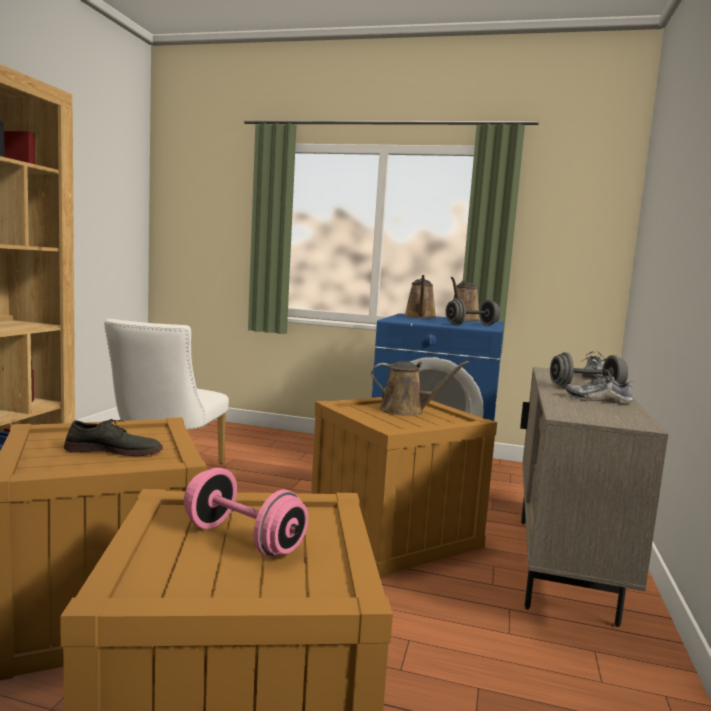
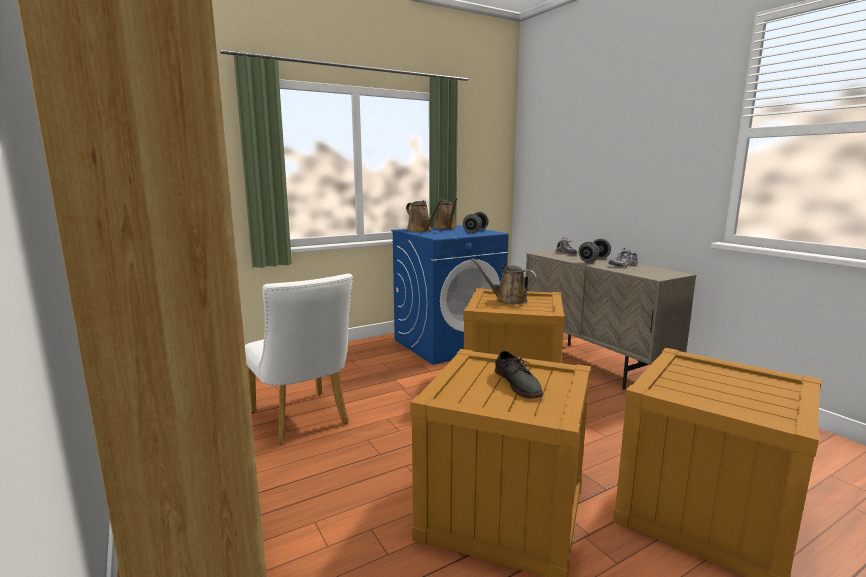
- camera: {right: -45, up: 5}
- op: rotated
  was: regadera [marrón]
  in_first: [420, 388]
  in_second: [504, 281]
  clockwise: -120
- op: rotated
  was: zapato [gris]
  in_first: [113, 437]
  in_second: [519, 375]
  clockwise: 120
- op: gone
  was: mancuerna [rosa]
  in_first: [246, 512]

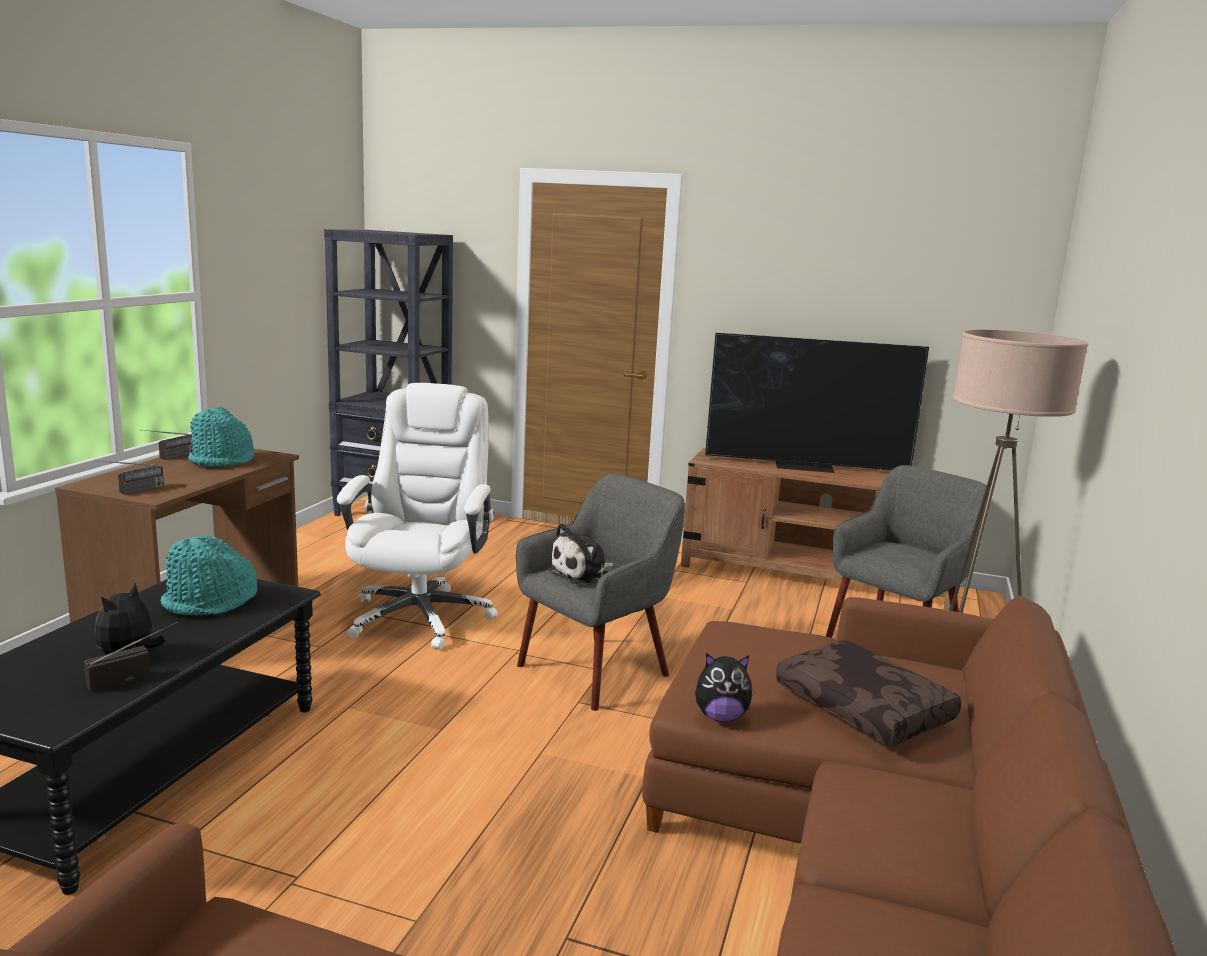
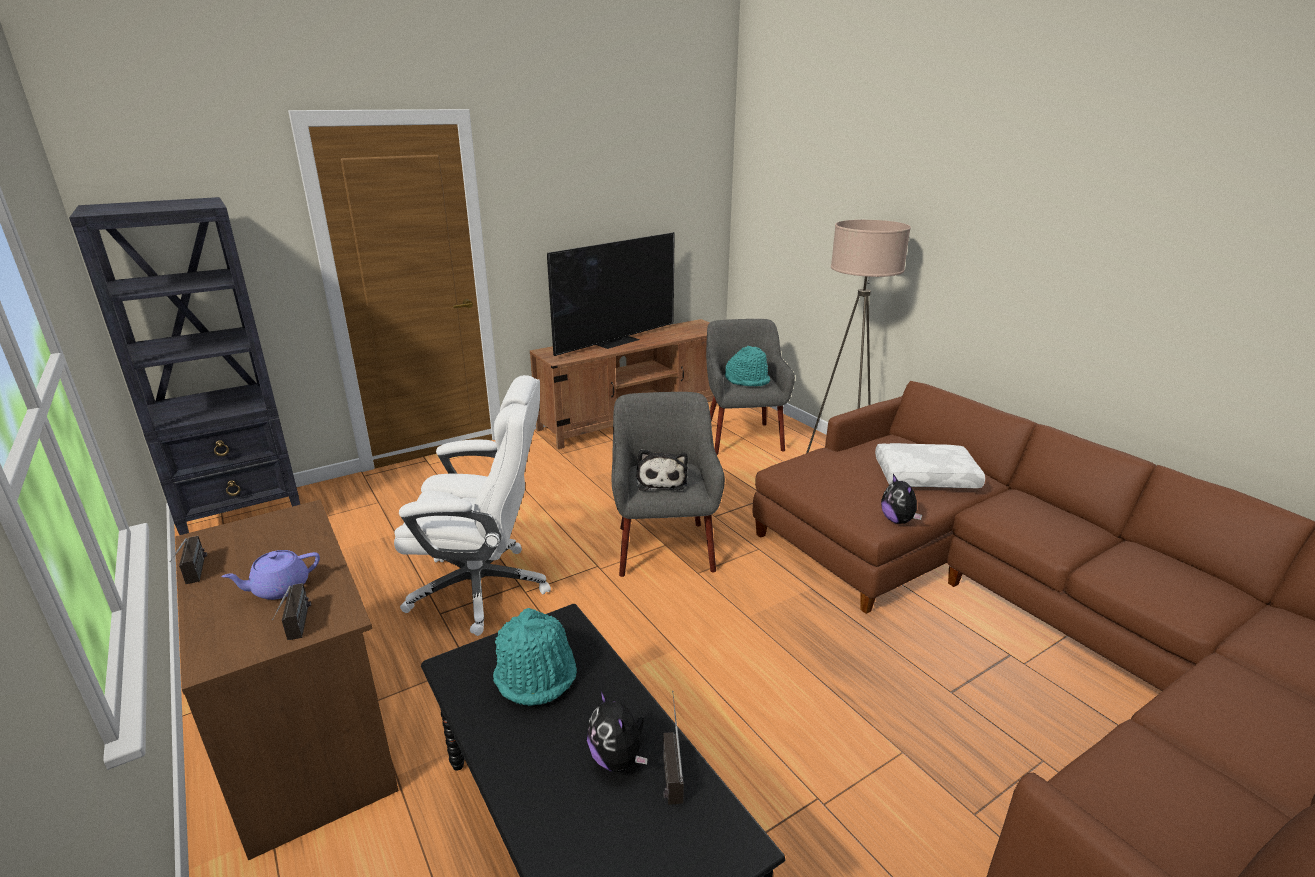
- camera: {right: -50, up: 10}
- op: rotated
  was: silla de oficina [blanco]
  in_first: [417, 516]
  in_second: [472, 505]
  clockwise: 135
- op: shifted
  was: sombrero [turquesa]
  in_first: [221, 437]
  in_second: [747, 366]
- op: repainted
  was: cojín [marrón]
  now: cojín [blanco]
  in_first: [868, 693]
  in_second: [930, 465]
- op: rotated
  was: peluche
  in_first: [724, 687]
  in_second: [901, 499]
  clockwise: 120
- op: new
  now: tetera [morado]
  in_second: [270, 575]

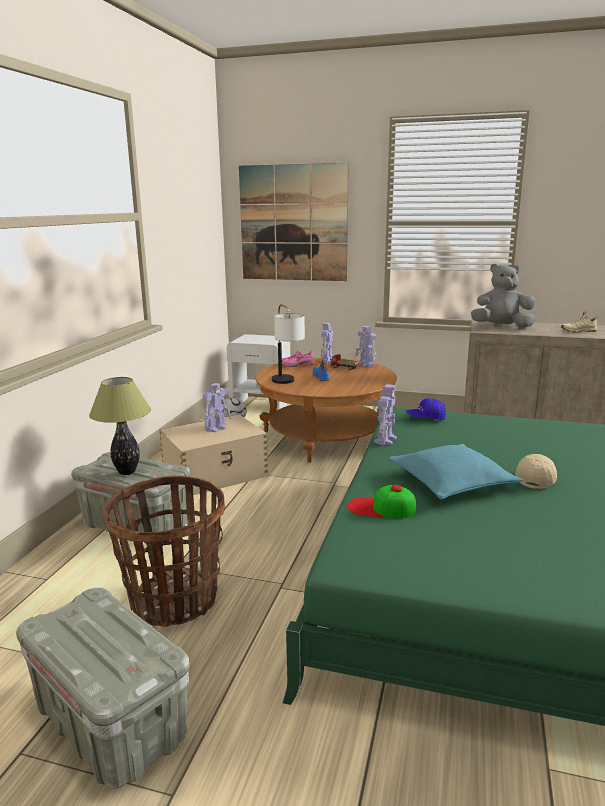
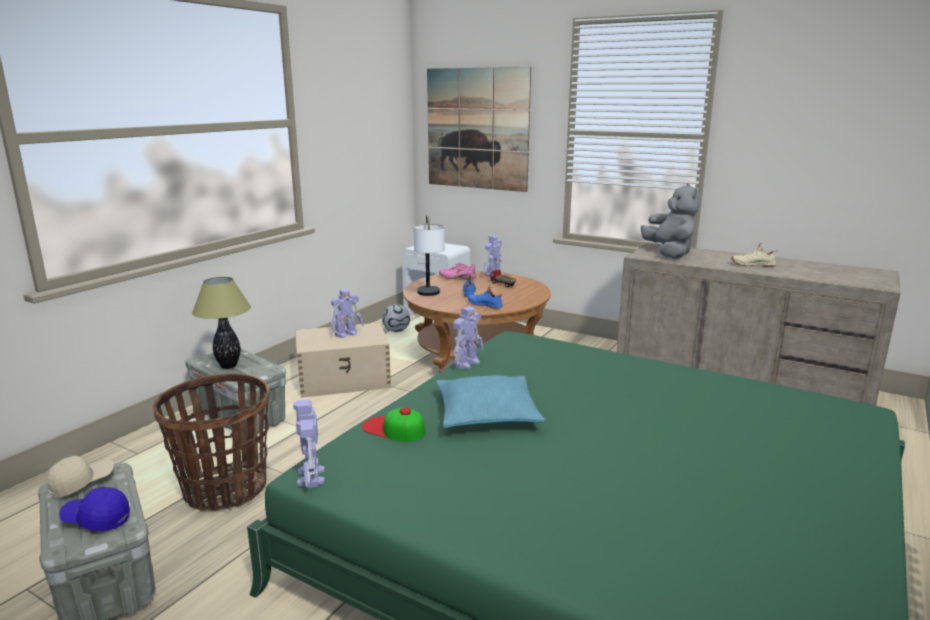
- camera: {right: 15, up: 0}
- op: rotated
  was: peluche [gris]
  in_first: [503, 296]
  in_second: [670, 220]
  clockwise: 60
- op: shifted
  was: robot de juguete
  in_first: [365, 346]
  in_second: [309, 443]
- op: shifted
  was: gorra [azul]
  in_first: [425, 409]
  in_second: [95, 509]
- op: shifted
  was: gorra [beis]
  in_first: [536, 471]
  in_second: [80, 476]
- op: new
  now: zapato [azul]
  in_second: [485, 297]

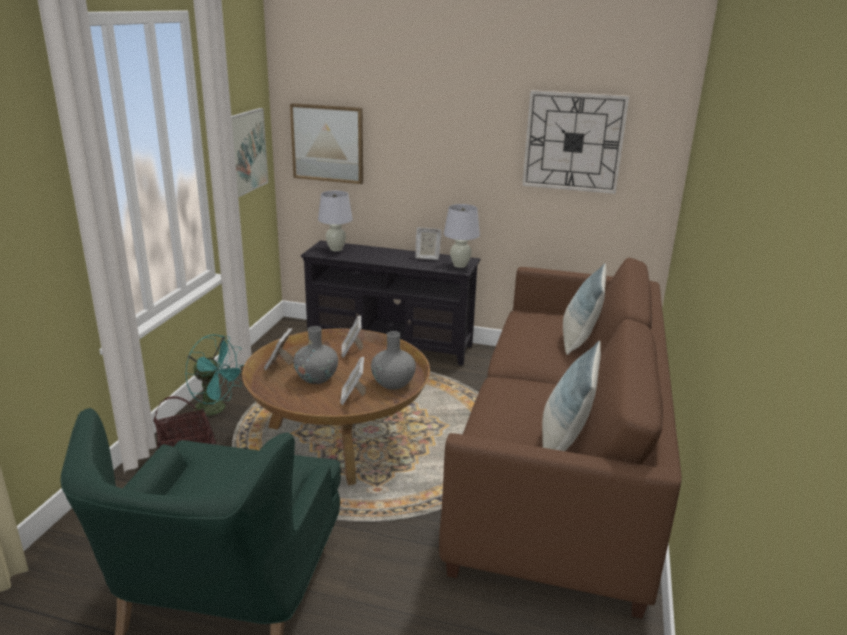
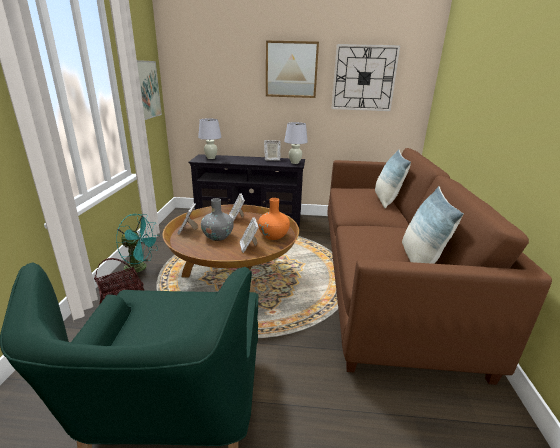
- camera: {right: -10, up: 0}
- op: shifted
  was: cuadro
  in_first: [326, 143]
  in_second: [292, 69]
- op: repainted
  was: florero [gris]
  now: florero [naranja]
  in_first: [393, 360]
  in_second: [274, 219]

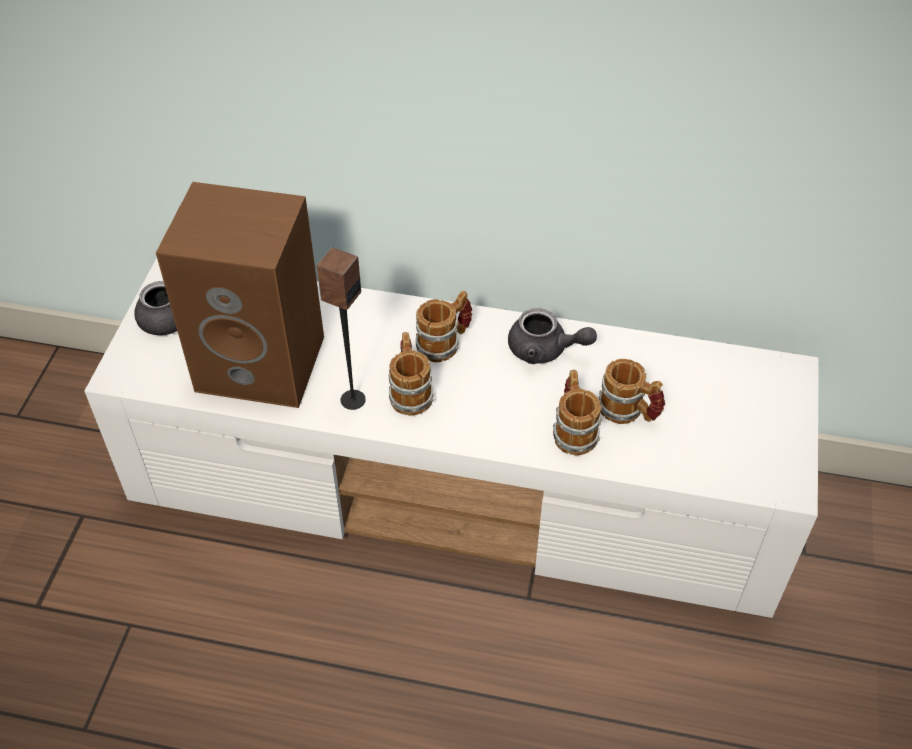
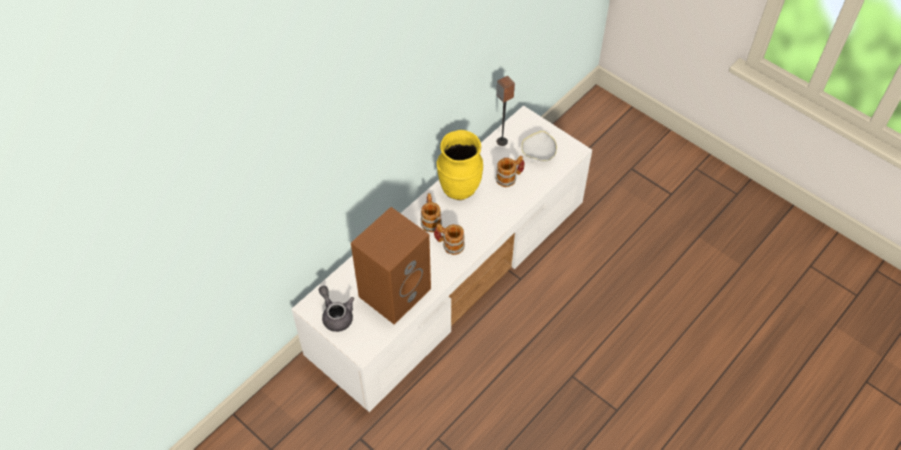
- camera: {right: -60, up: 5}
- op: shifted
  was: altavoz
  in_first: [341, 328]
  in_second: [505, 111]
- op: swapped
  was: tetera [gris]
  now: florero [amarillo]
  in_first: [552, 336]
  in_second: [460, 165]
- op: gone
  was: taza grande
  in_first: [577, 412]
- op: new
  now: cuenco [blanco]
  in_second: [539, 147]

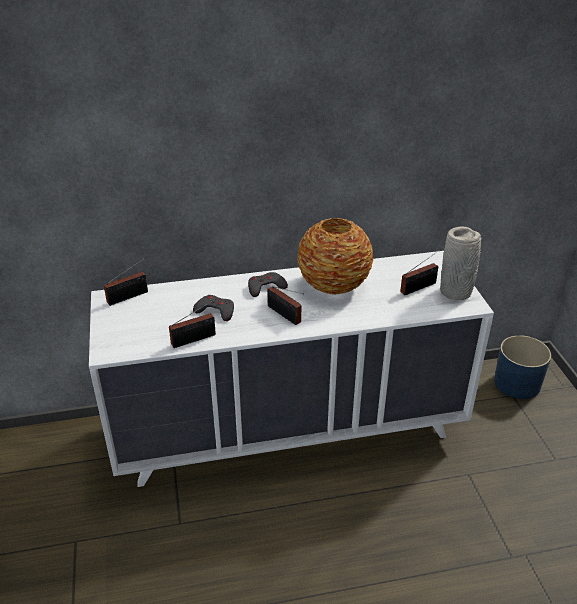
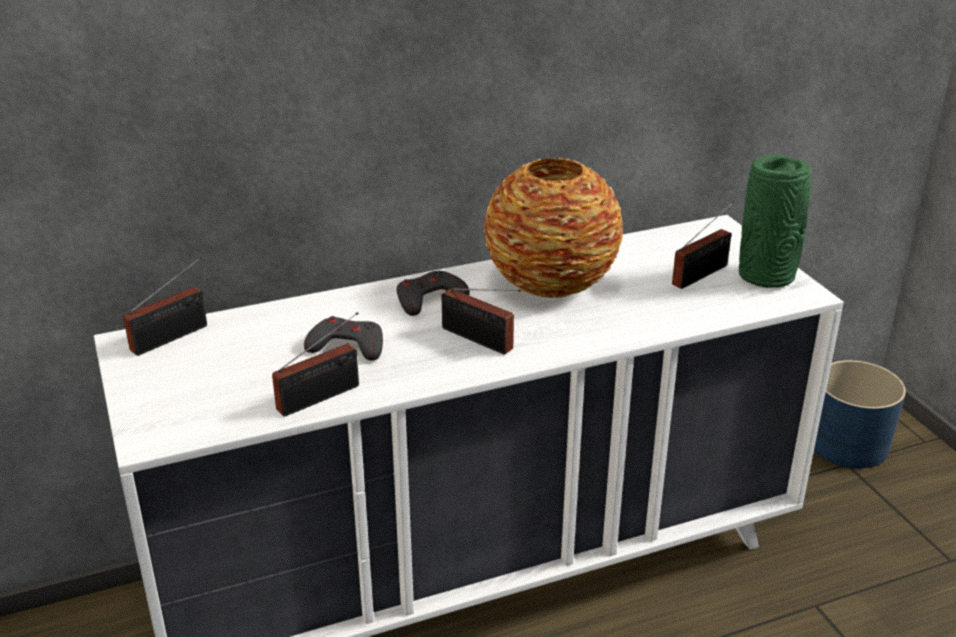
- camera: {right: -10, up: -5}
- op: repainted
  was: florero [gris]
  now: florero [verde]
  in_first: [460, 263]
  in_second: [775, 221]

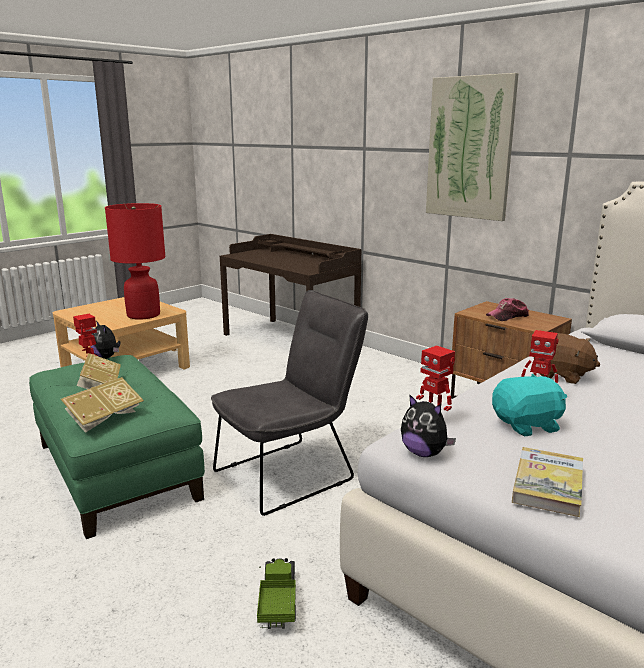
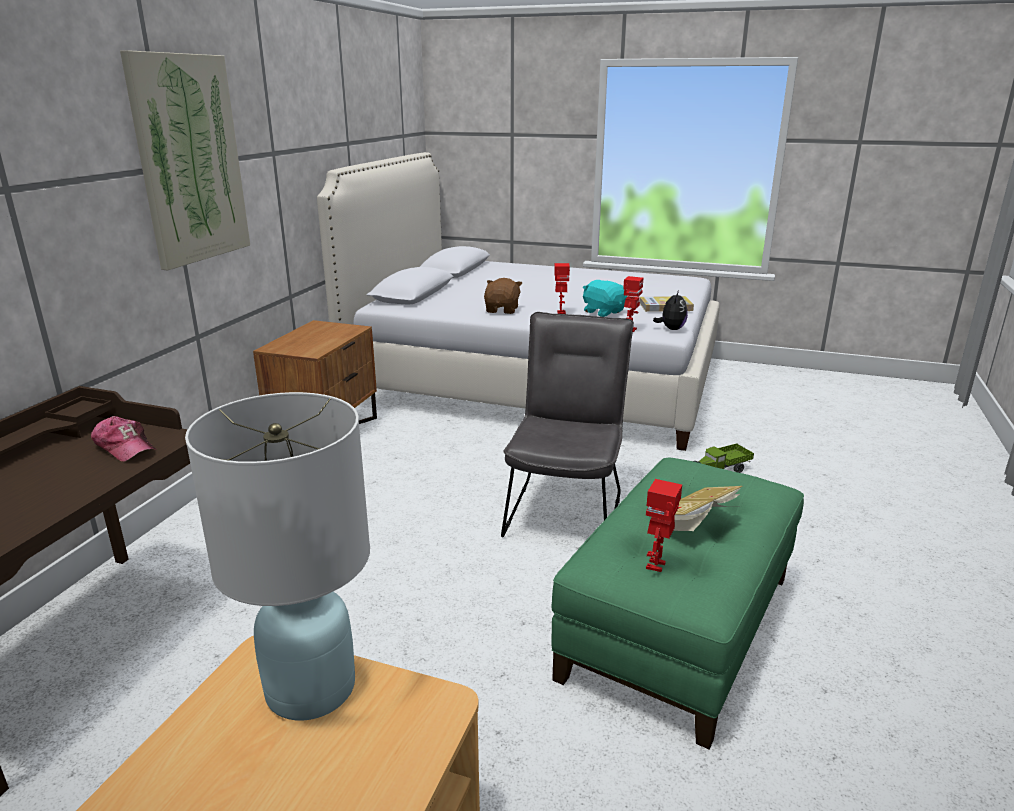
- camera: {right: -115, up: 5}
- op: repainted
  was: lámpara de mesa [rojo]
  now: lámpara de mesa [blanco]
  in_first: [135, 261]
  in_second: [277, 556]
- op: rotated
  was: silla [gris]
  in_first: [289, 403]
  in_second: [567, 424]
  clockwise: 75
- op: shifted
  was: gorra
  in_first: [507, 309]
  in_second: [124, 439]
- op: gone
  was: peluche
  in_first: [106, 340]
- op: gone
  was: libro
  in_first: [102, 405]

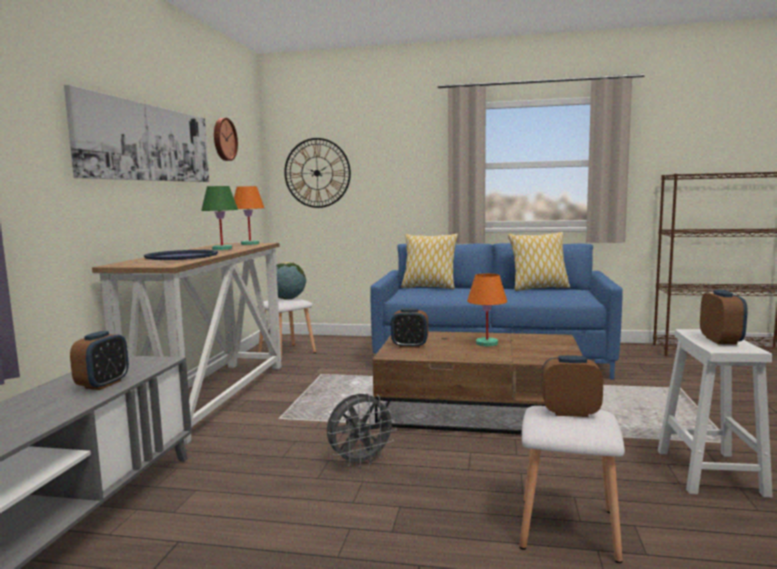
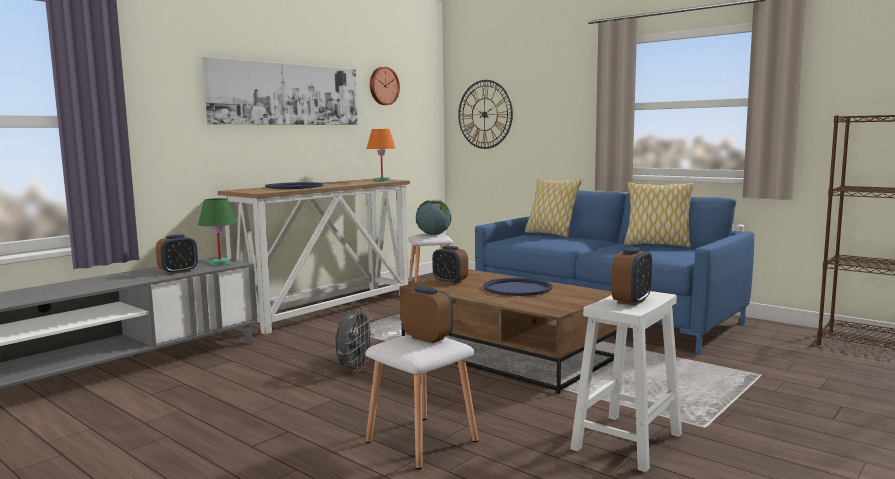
- camera: {right: 30, up: 0}
- op: shifted
  was: lámpara de mesa [verde]
  in_first: [219, 218]
  in_second: [217, 231]
- op: swapped
  was: lámpara de mesa [naranja]
  now: bandeja [azul]
  in_first: [487, 310]
  in_second: [518, 287]
- op: rotated
  was: ventilador [gris]
  in_first: [362, 430]
  in_second: [355, 339]
  clockwise: -75

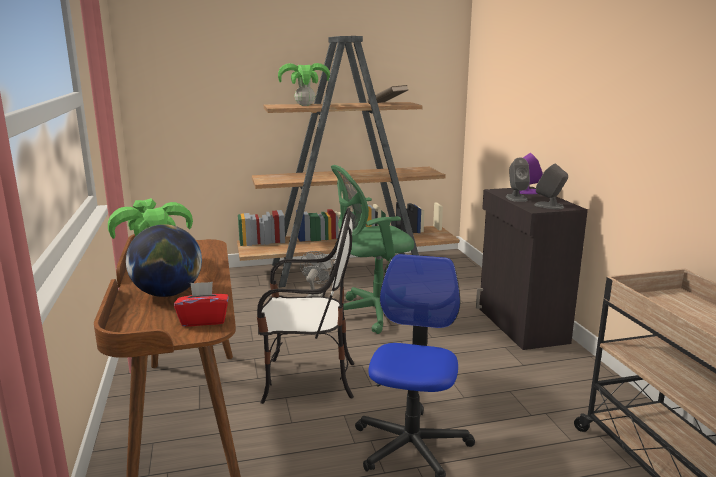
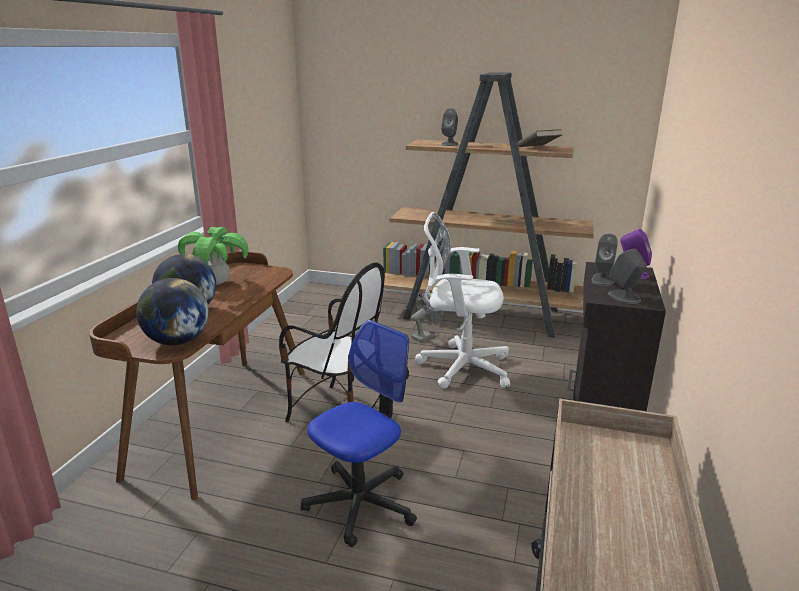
- camera: {right: 30, up: 5}
- op: swapped
  was: planta en maceta
  now: altavoz [gris]
  in_first: [304, 84]
  in_second: [449, 127]
- op: repainted
  was: silla de oficina [verde]
  now: silla de oficina [blanco]
  in_first: [372, 249]
  in_second: [462, 300]
- op: swapped
  was: caja de pañuelos [rojo]
  now: globo terráqueo
  in_first: [201, 304]
  in_second: [172, 311]

